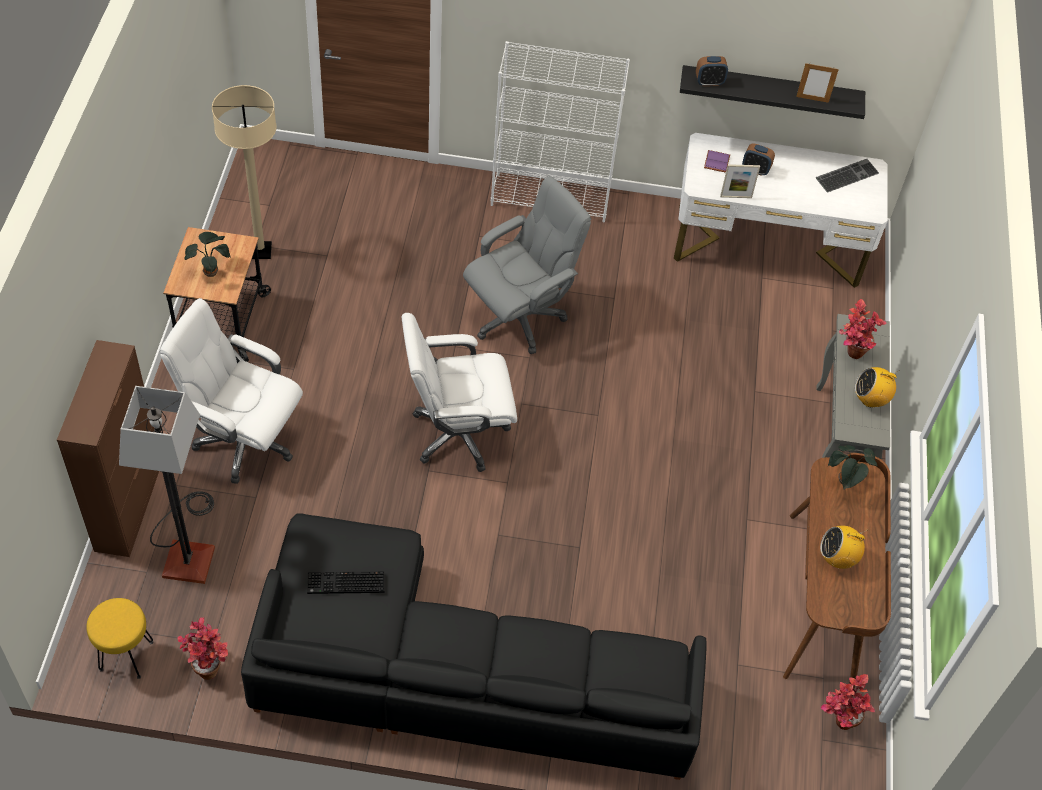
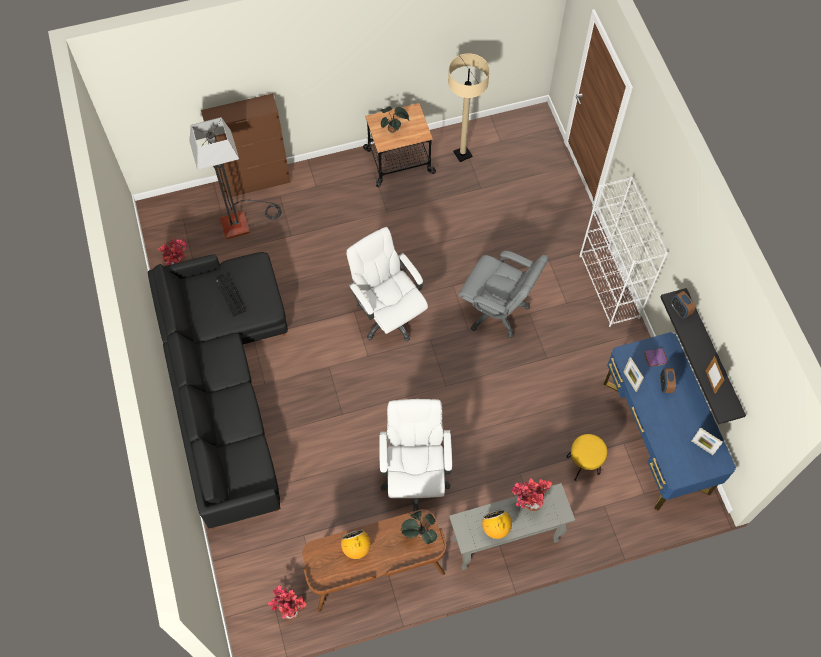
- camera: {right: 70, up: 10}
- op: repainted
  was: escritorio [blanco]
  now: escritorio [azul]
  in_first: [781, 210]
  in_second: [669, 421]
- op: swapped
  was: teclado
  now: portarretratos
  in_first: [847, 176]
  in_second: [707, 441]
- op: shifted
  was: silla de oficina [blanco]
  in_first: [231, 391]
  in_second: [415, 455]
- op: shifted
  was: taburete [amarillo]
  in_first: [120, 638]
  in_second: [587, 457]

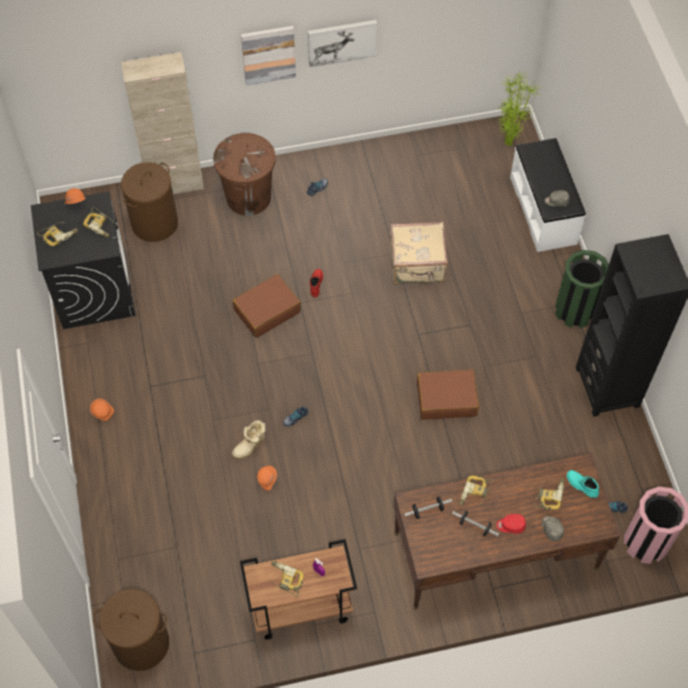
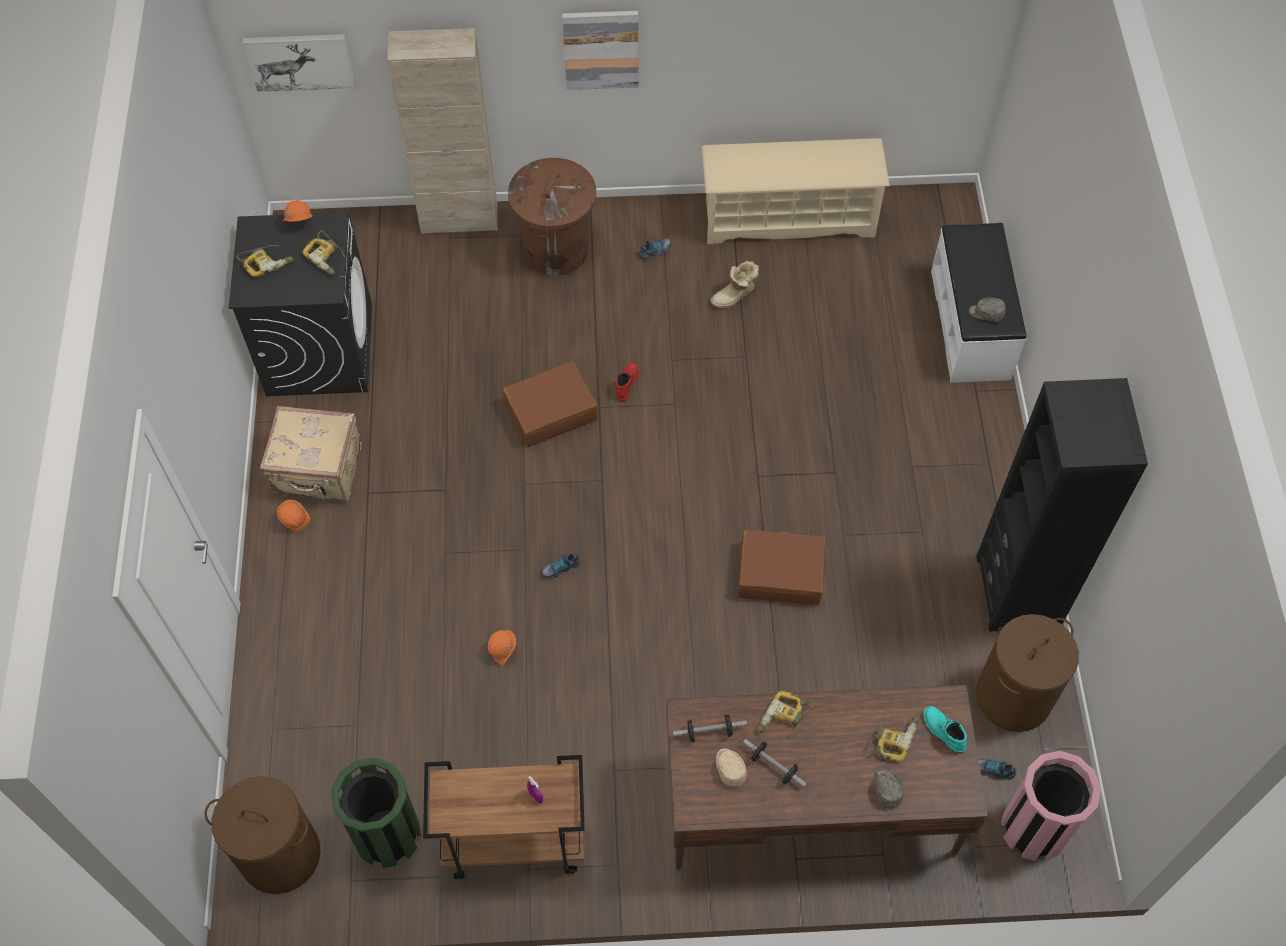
- camera: {right: 10, up: 0}
- op: shifted
  was: cuadro
  in_first: [342, 43]
  in_second: [299, 63]
- op: gone
  was: planta en maceta
  in_first: [519, 108]
- op: shifted
  was: cesto de la ropa [marrón]
  in_first: [149, 202]
  in_second: [1027, 673]
- op: shifted
  was: maleta [beis]
  in_first: [419, 253]
  in_second: [311, 454]
- op: shifted
  was: papelera [verde]
  in_first: [582, 289]
  in_second: [376, 812]
- op: shifted
  was: bota
  in_first: [249, 439]
  in_second: [734, 284]
- op: gone
  was: gorra [rojo]
  in_first: [511, 524]
- op: gone
  was: taladro
  in_first: [286, 579]
- op: new
  now: zapatero [beis]
  in_second: [795, 191]
- op: new
  now: gorra [beis]
  in_second: [731, 767]

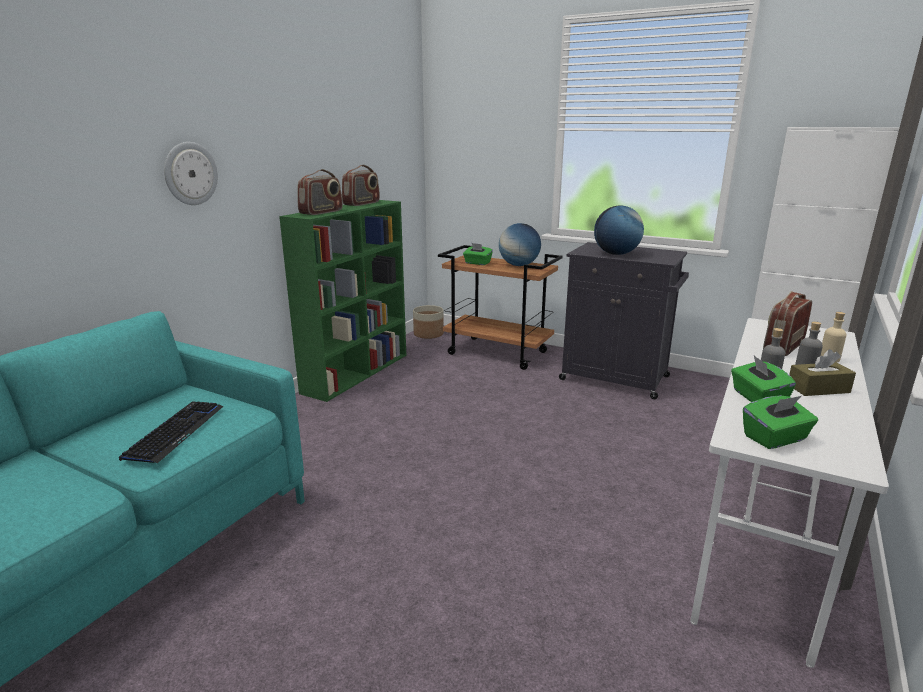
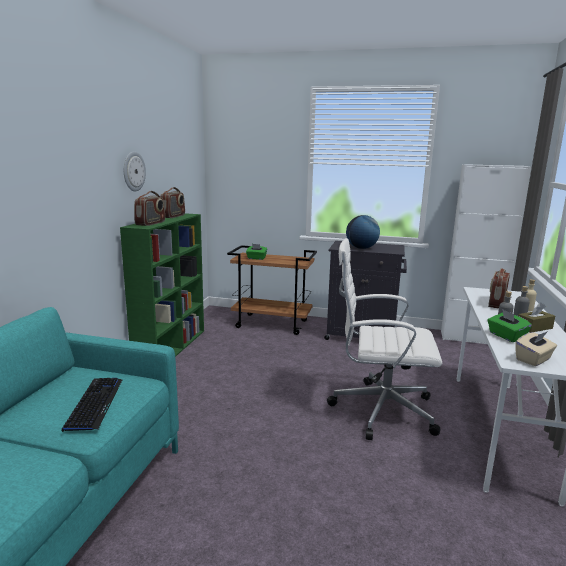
- camera: {right: -15, up: -5}
- op: shifted
  was: reloj de pared
  in_first: [191, 173]
  in_second: [135, 171]
- op: gone
  was: globo terráqueo
  in_first: [520, 244]
- op: gone
  was: maceta
  in_first: [428, 322]
- op: repainted
  was: caja de pañuelos [verde]
  now: caja de pañuelos [beis]
  in_first: [780, 422]
  in_second: [536, 348]
- op: new
  now: silla de oficina [blanco]
  in_second: [384, 339]

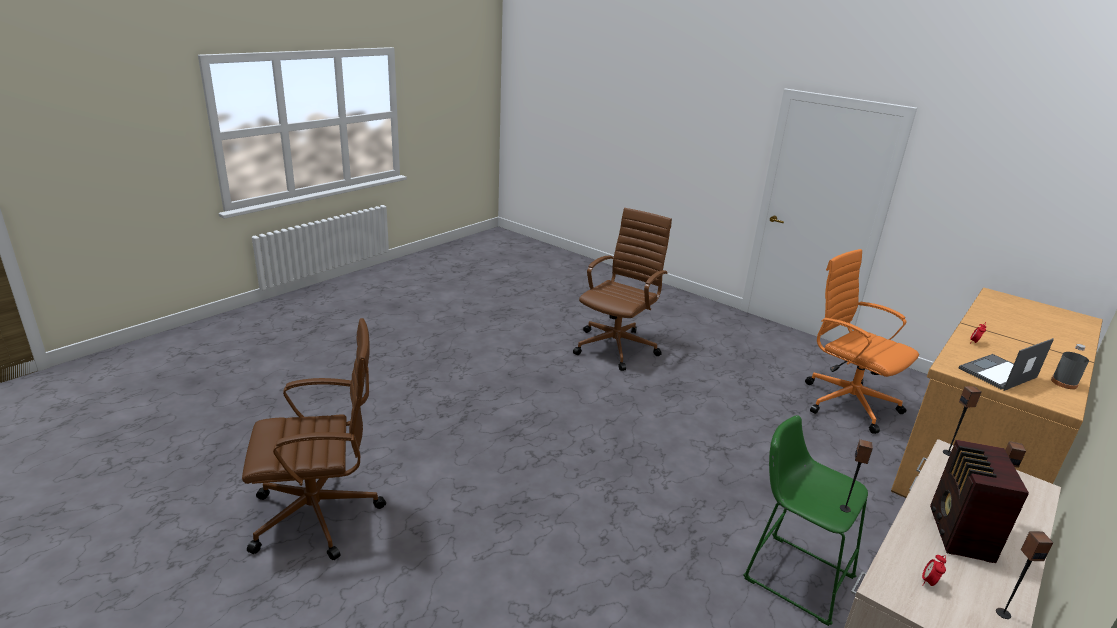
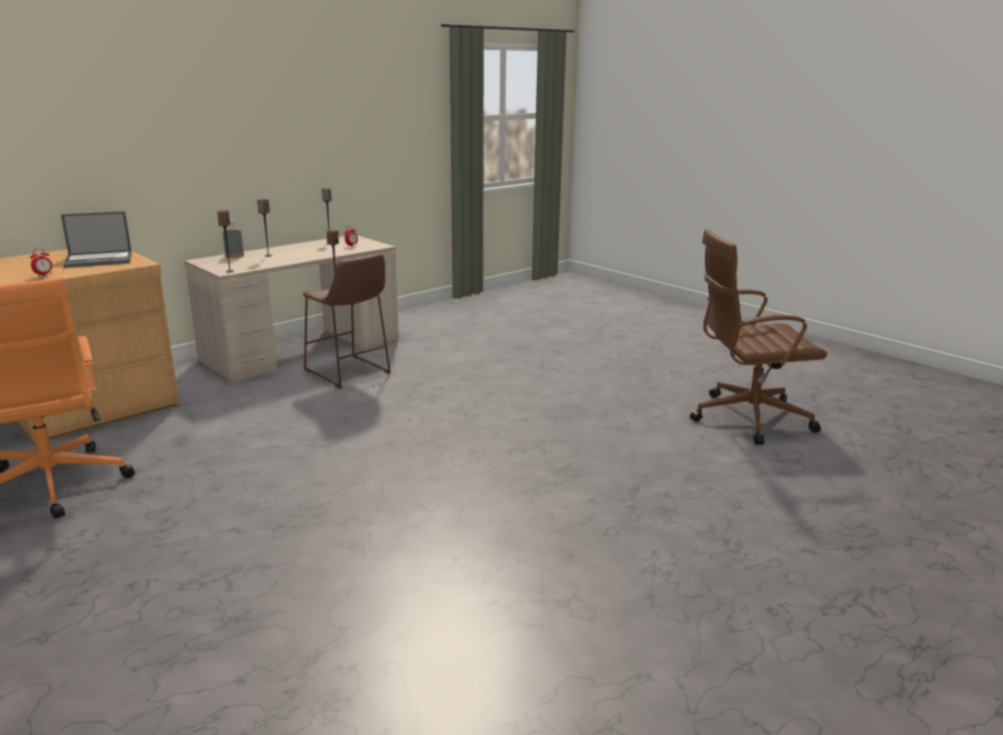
- camera: {right: -170, up: -5}
- op: gone
  was: silla de oficina [marrón]
  in_first: [622, 289]
- op: shifted
  was: botella [gris]
  in_first: [1070, 366]
  in_second: [233, 239]
- op: repainted
  was: taburete [verde]
  now: taburete [marrón]
  in_first: [805, 520]
  in_second: [347, 321]
- op: gone
  was: radio
  in_first: [979, 501]

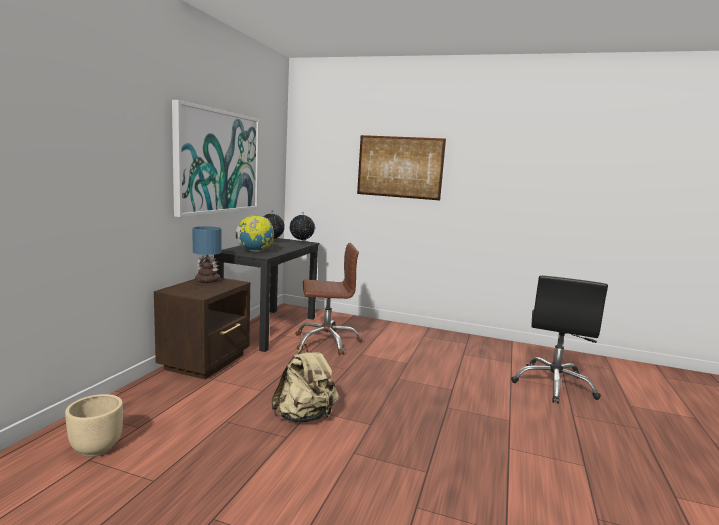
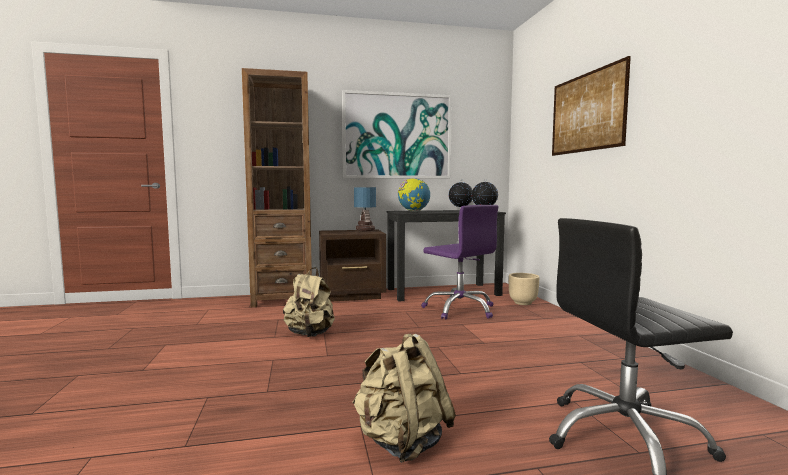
- camera: {right: 60, up: -5}
- op: repainted
  was: silla de oficina [marrón]
  now: silla de oficina [morado]
  in_first: [328, 299]
  in_second: [460, 262]
- op: shifted
  was: maceta [beis]
  in_first: [94, 425]
  in_second: [524, 289]
- op: new
  now: estantería [marrón]
  in_second: [277, 187]
- op: new
  now: mochila [beis]
  in_second: [404, 398]

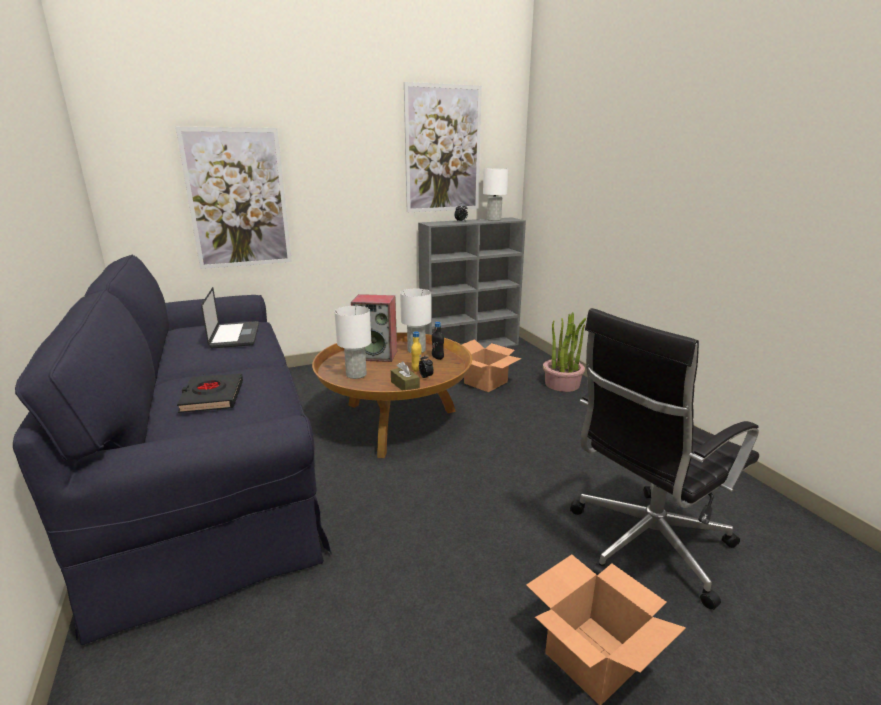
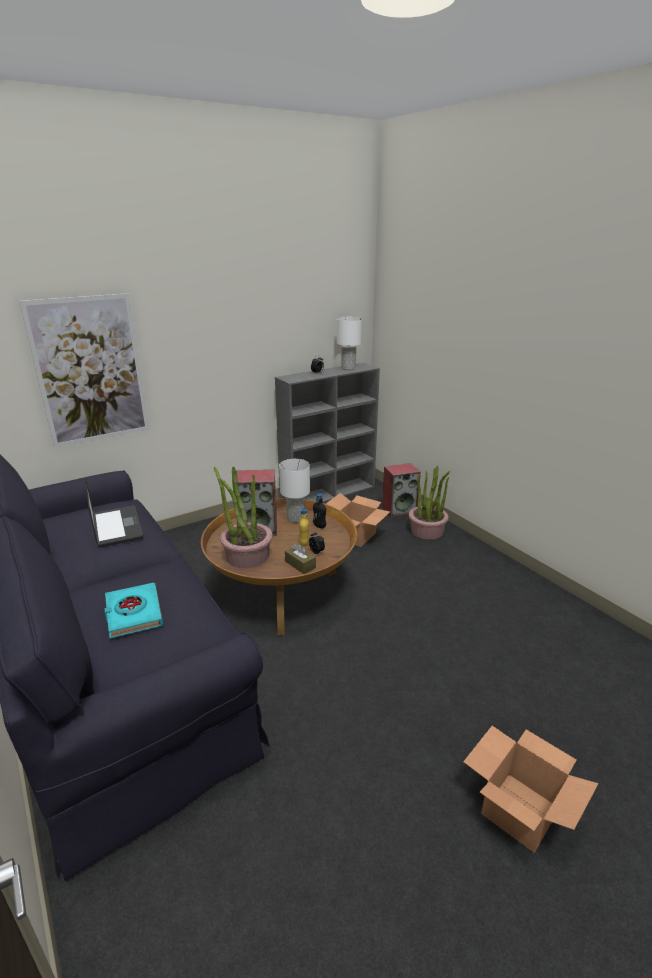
- camera: {right: -10, up: 5}
- op: gone
  was: cuadro
  in_first: [443, 147]
- op: swapped
  was: lámpara de mesa [blanco]
  now: planta en maceta
  in_first: [352, 342]
  in_second: [243, 517]
- op: gone
  was: silla de oficina [negro]
  in_first: [664, 459]
- op: repainted
  was: libro [negro]
  now: libro [turquesa]
  in_first: [210, 393]
  in_second: [134, 610]
- op: new
  now: altavoz
  in_second: [401, 490]

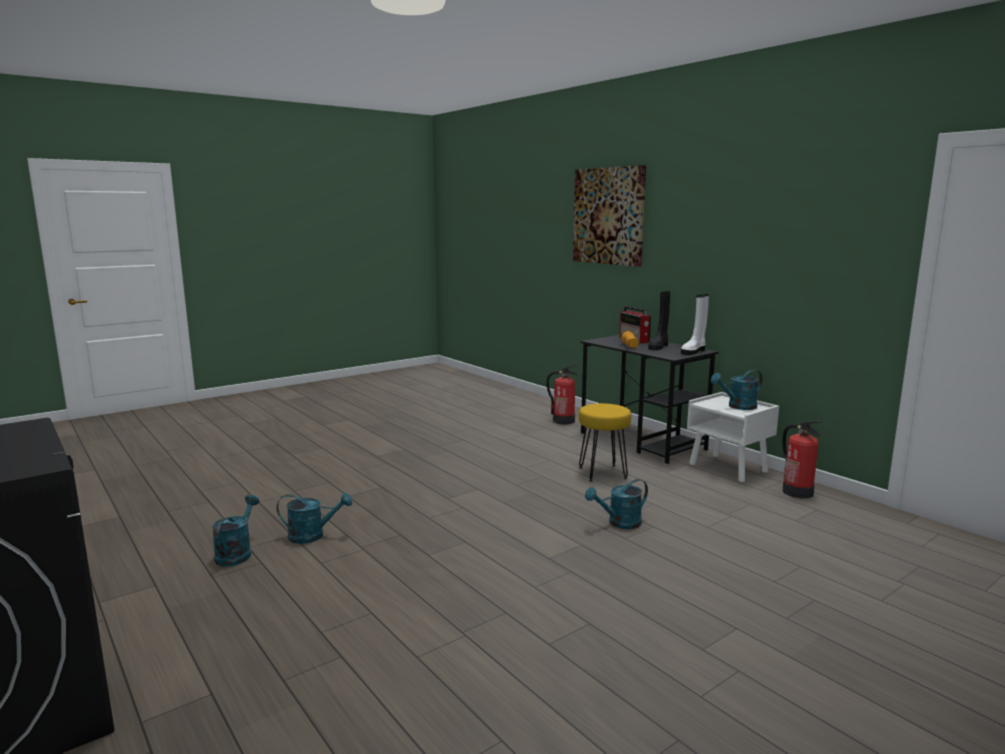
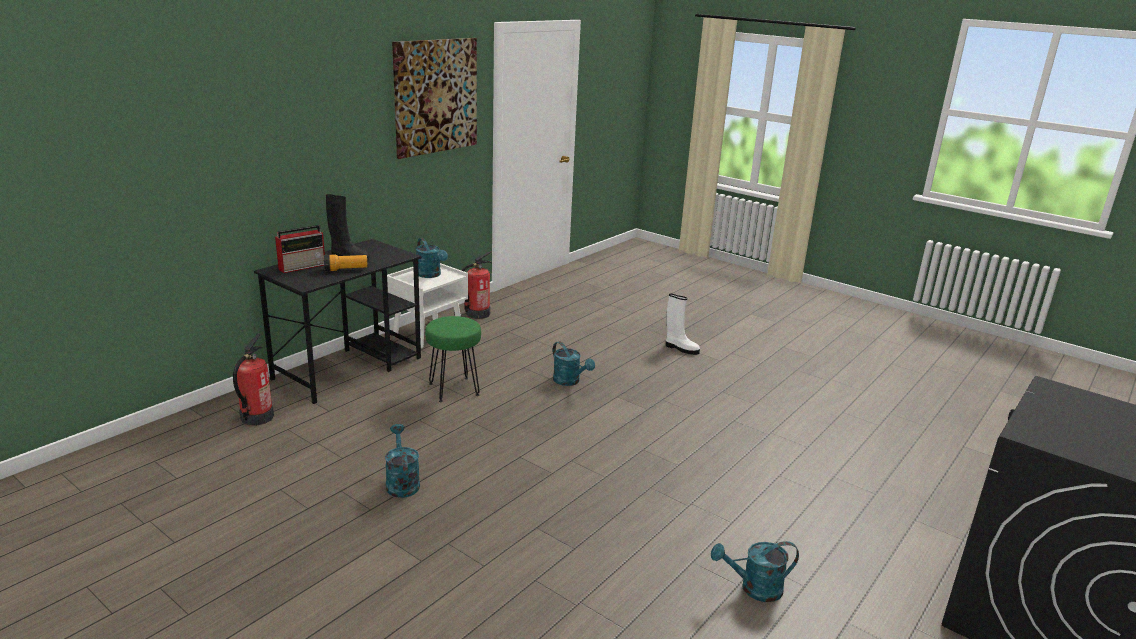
- camera: {right: -105, up: 10}
- op: shifted
  was: cuadro
  in_first: [609, 216]
  in_second: [434, 98]
- op: shifted
  was: bota [blanco]
  in_first: [695, 324]
  in_second: [683, 324]
- op: repainted
  was: taburete [amarillo]
  now: taburete [verde]
  in_first: [605, 442]
  in_second: [453, 359]
- op: shifted
  was: regadera [turquesa]
  in_first: [314, 518]
  in_second: [402, 461]

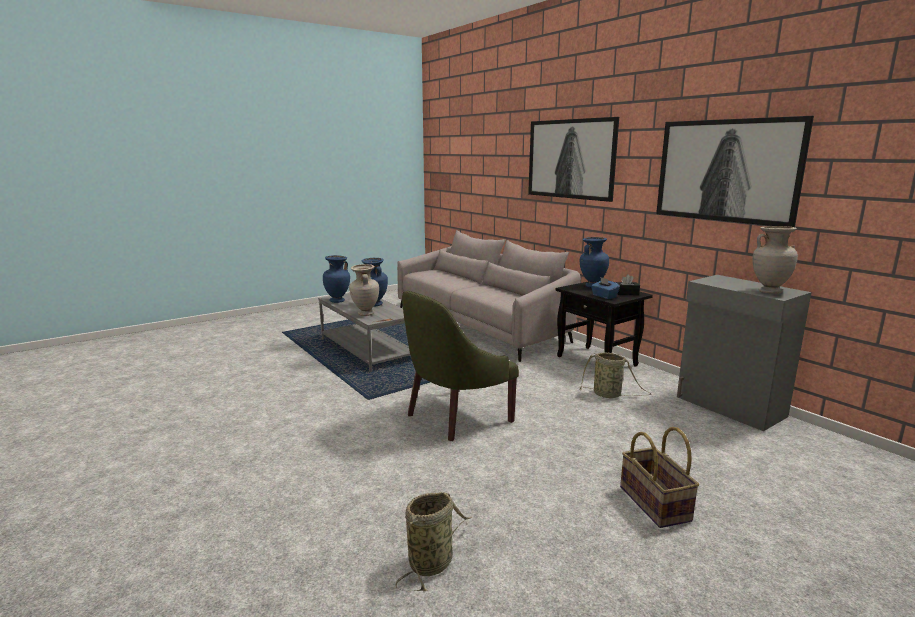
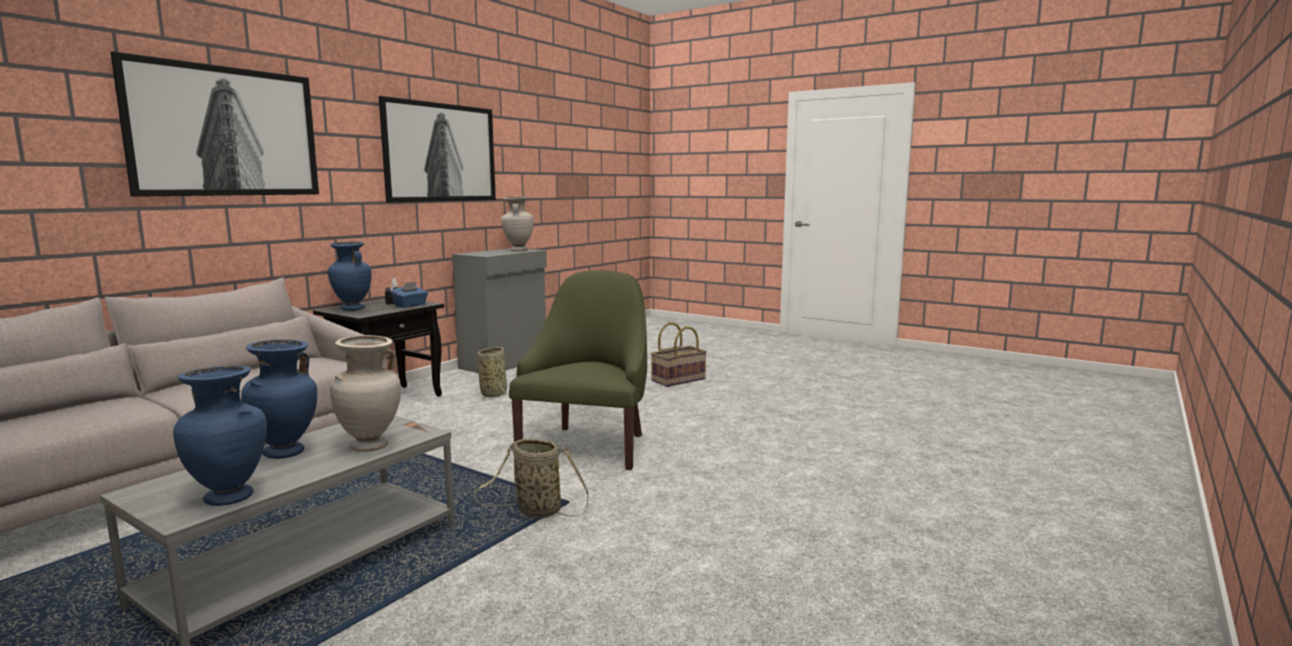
- camera: {right: -110, up: -5}
- op: rotated
  was: sillón [verde]
  in_first: [460, 366]
  in_second: [578, 370]
  clockwise: -105
- op: shifted
  was: cesta
  in_first: [434, 541]
  in_second: [531, 478]

